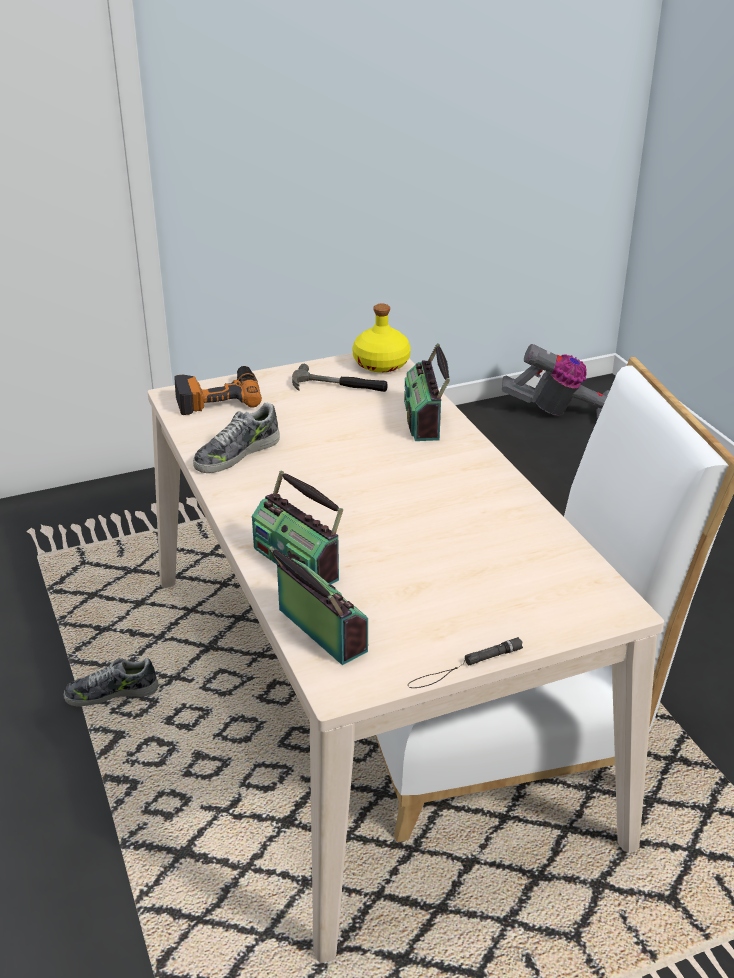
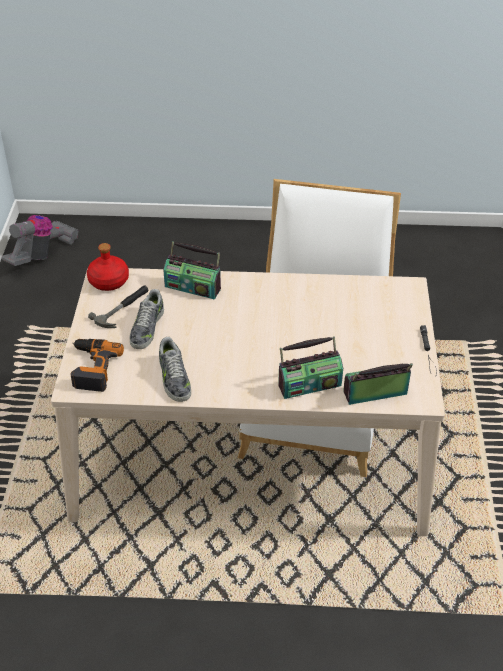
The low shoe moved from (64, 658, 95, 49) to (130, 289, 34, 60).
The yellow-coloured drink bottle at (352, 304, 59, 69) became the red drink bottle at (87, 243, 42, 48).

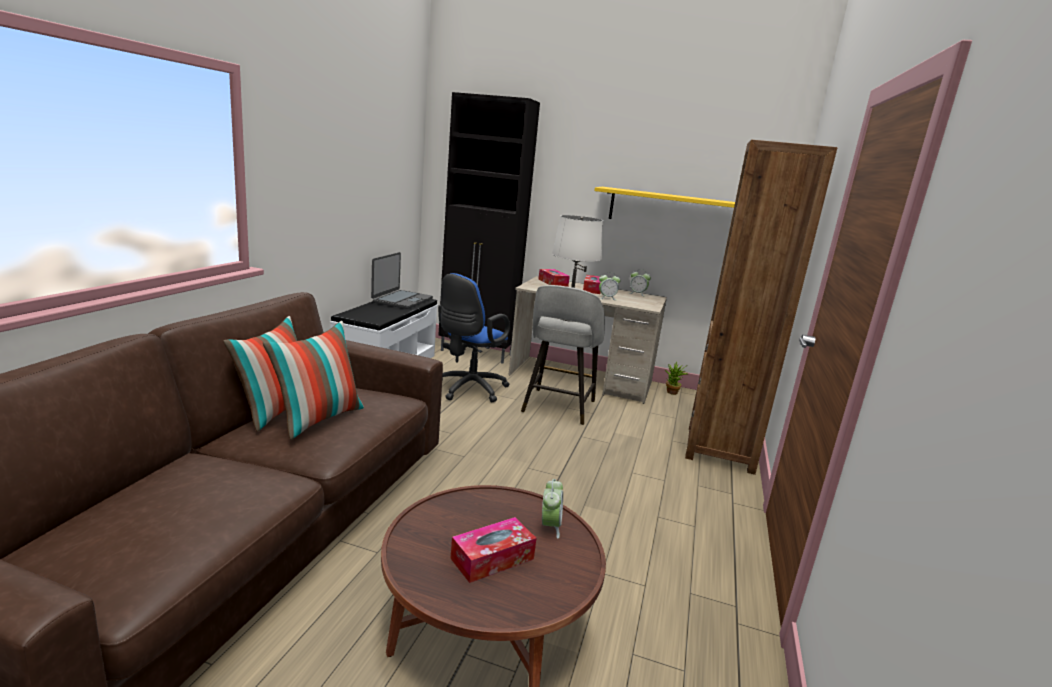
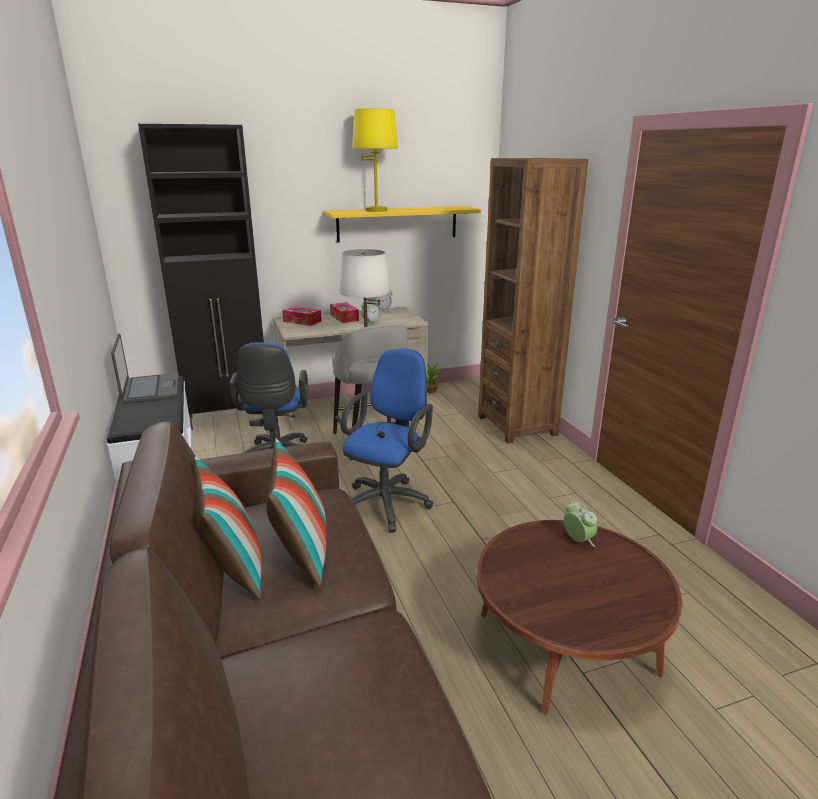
The tissue holder at (450, 517, 86, 66) disappeared.
The bluish desk chair at (340, 349, 93, 184) appeared.
The yellow-coloured lamp for a table at (352, 108, 46, 104) appeared.

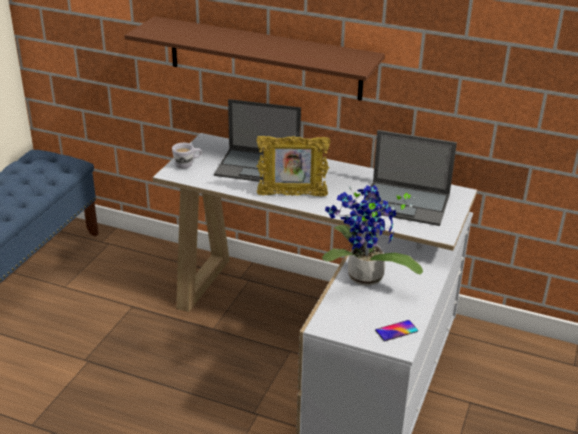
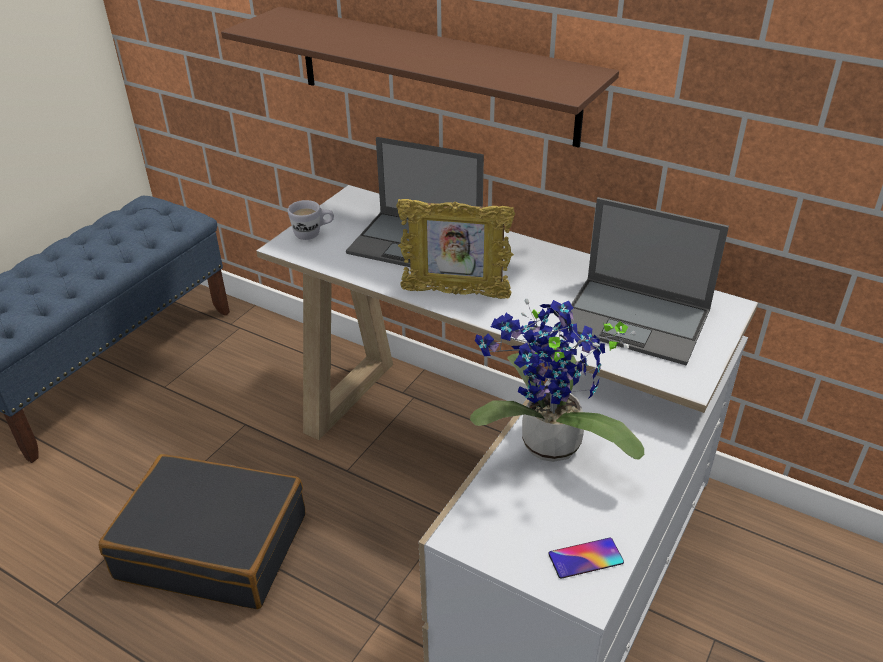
The black travel case at (99, 454, 206, 155) appeared.

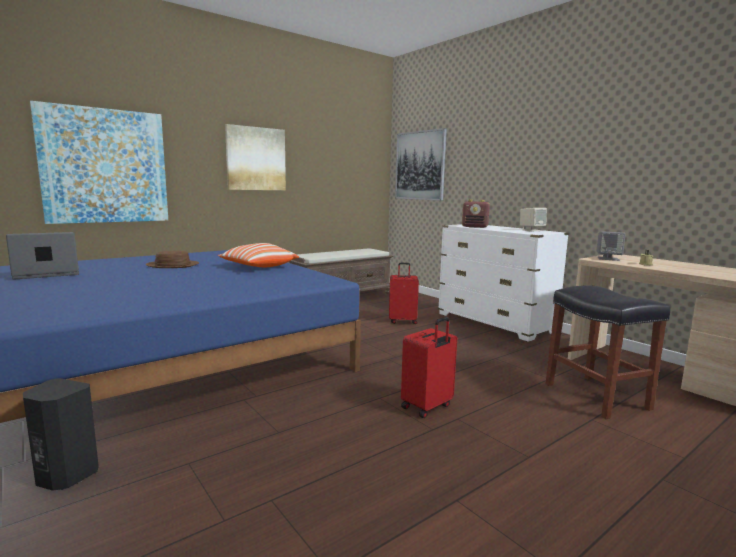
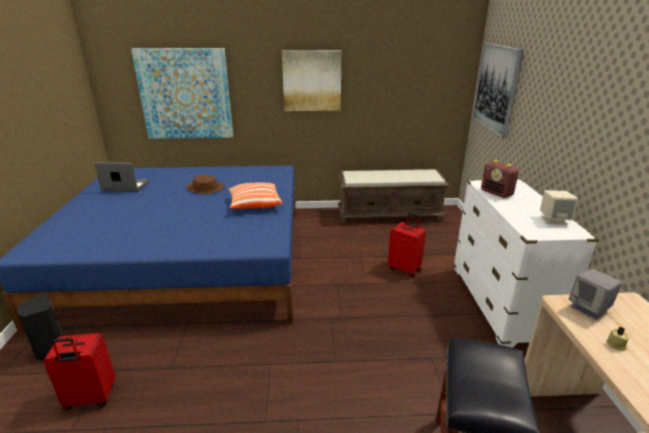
The red travel case moved from (401, 317, 56, 101) to (43, 333, 73, 78).

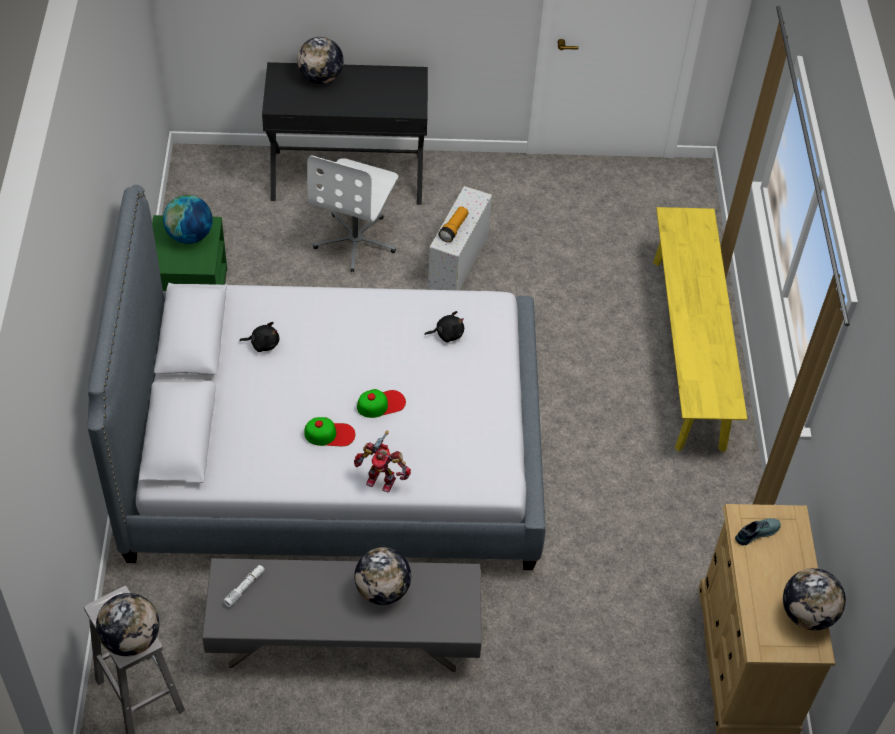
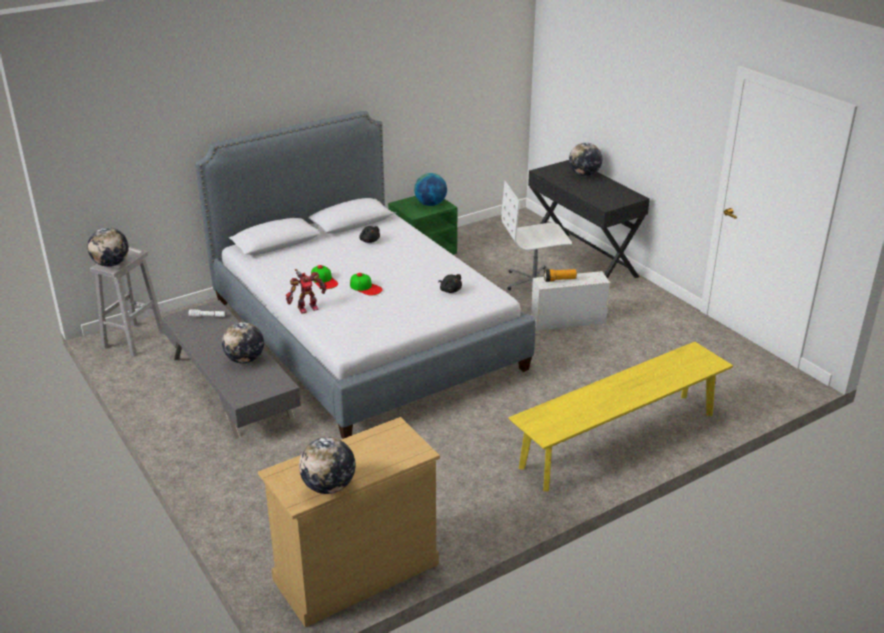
The model robot at (354, 430, 57, 62) turned 105 degrees counterclockwise.
The low shoe at (735, 518, 46, 28) disappeared.

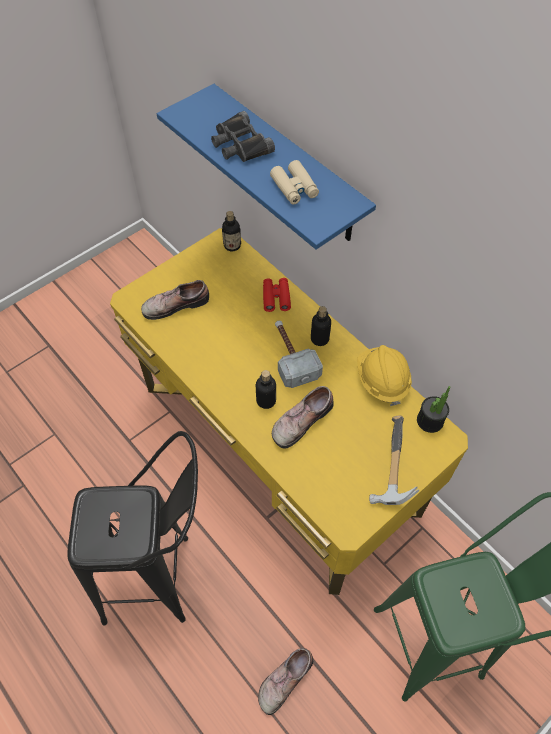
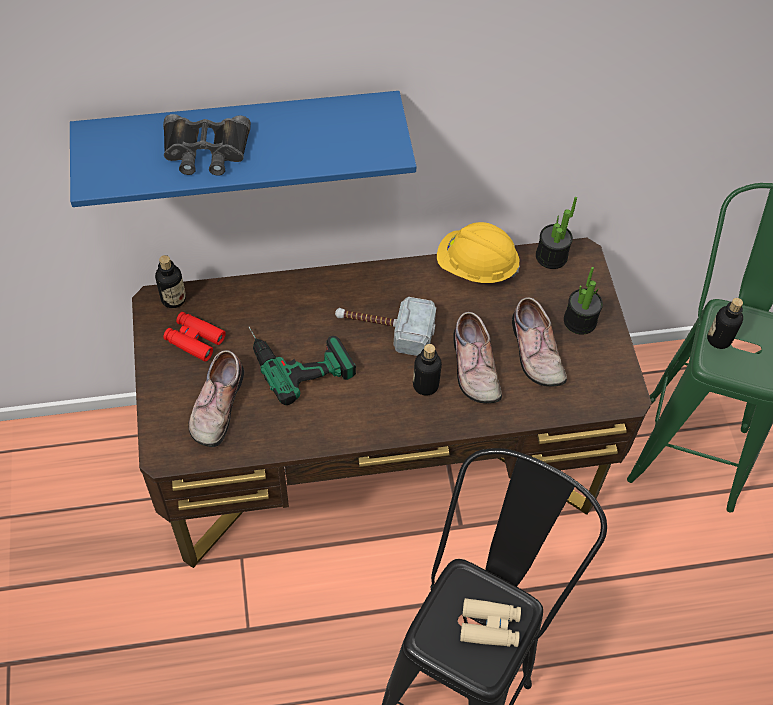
The yellow-coloured desk unit at (110, 228, 358, 367) became the brown desk unit at (132, 238, 520, 330).
The low shoe moved from (258, 648, 55, 67) to (512, 297, 55, 90).
The red pair of binoculars moved from (263, 278, 28, 34) to (163, 312, 63, 50).
The beige pair of binoculars moved from (270, 160, 49, 44) to (460, 598, 61, 49).
The drink bottle moved from (311, 306, 20, 40) to (707, 298, 36, 51).
The hand hammer at (369, 415, 50, 90) was replaced by the plant in a pot at (564, 267, 39, 68).
The power drill at (249, 327, 107, 78) appeared.

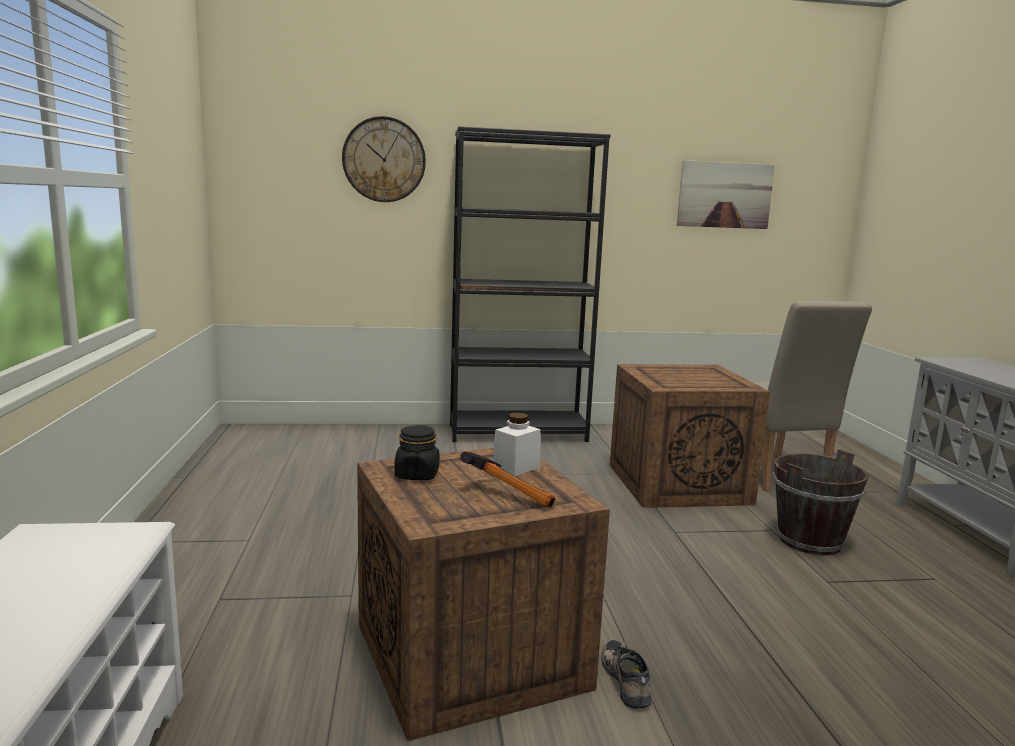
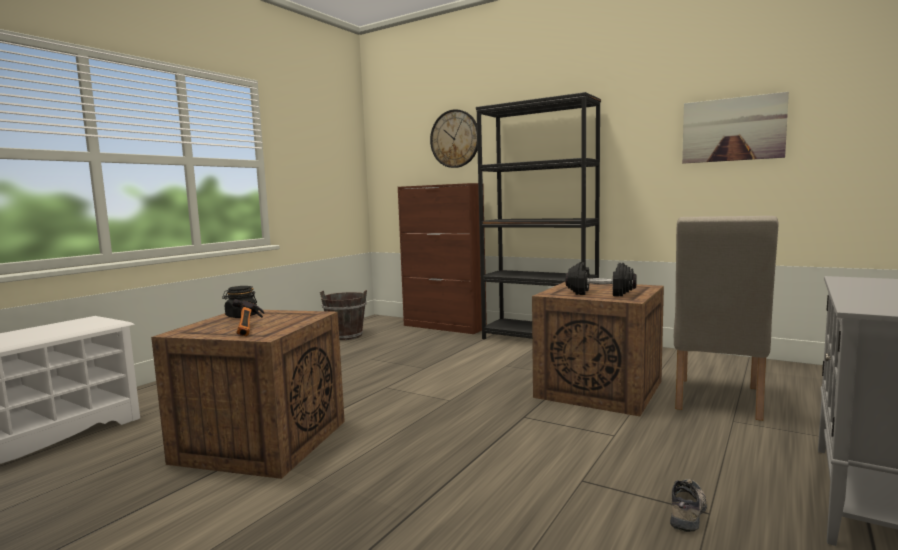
The white-coloured jar at (493, 413, 47, 63) disappeared.
The low shoe moved from (601, 639, 51, 70) to (670, 479, 37, 53).
The brown water bucket moved from (773, 449, 96, 106) to (320, 290, 47, 50).
The brown storage cabinet at (398, 183, 89, 151) appeared.
The black hand weight at (565, 262, 72, 34) appeared.

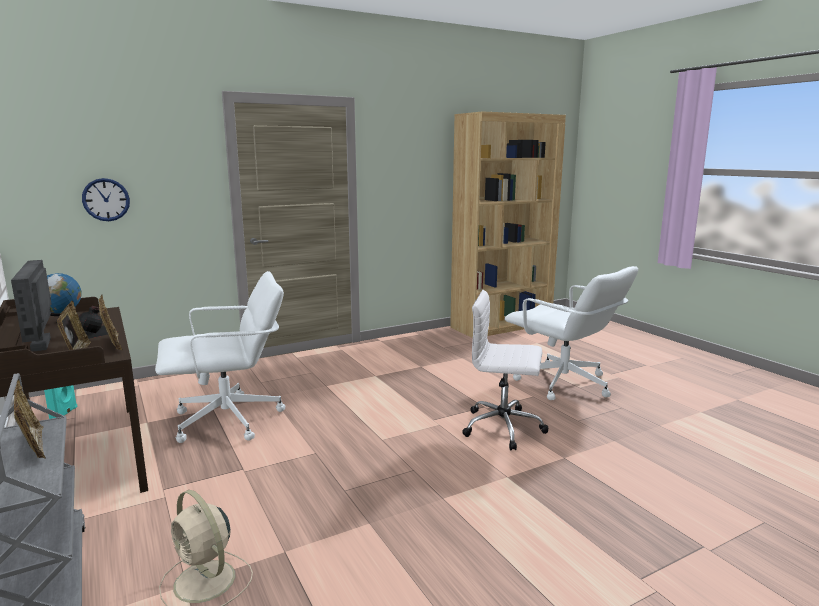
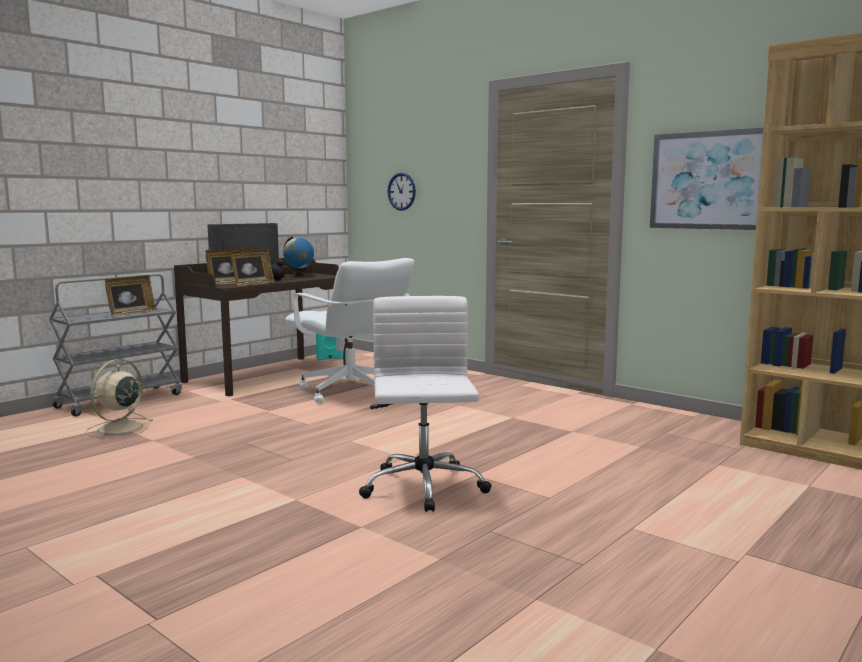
The white-coloured desk chair at (505, 266, 133, 134) disappeared.
The picture at (650, 127, 114, 103) appeared.

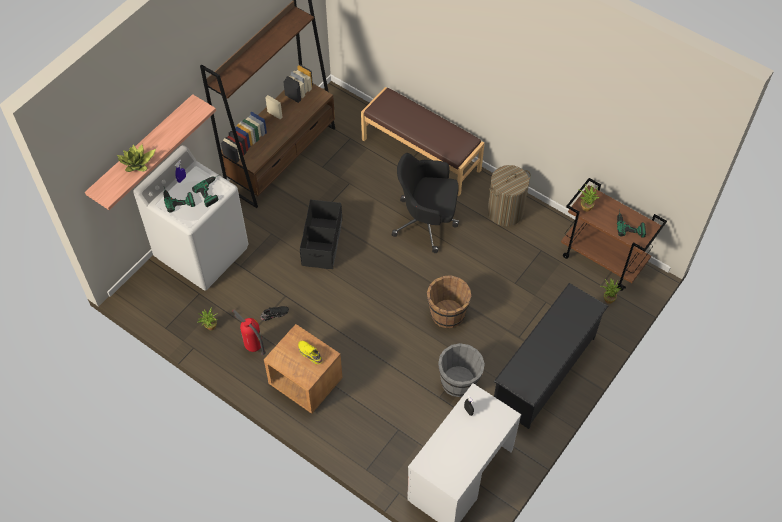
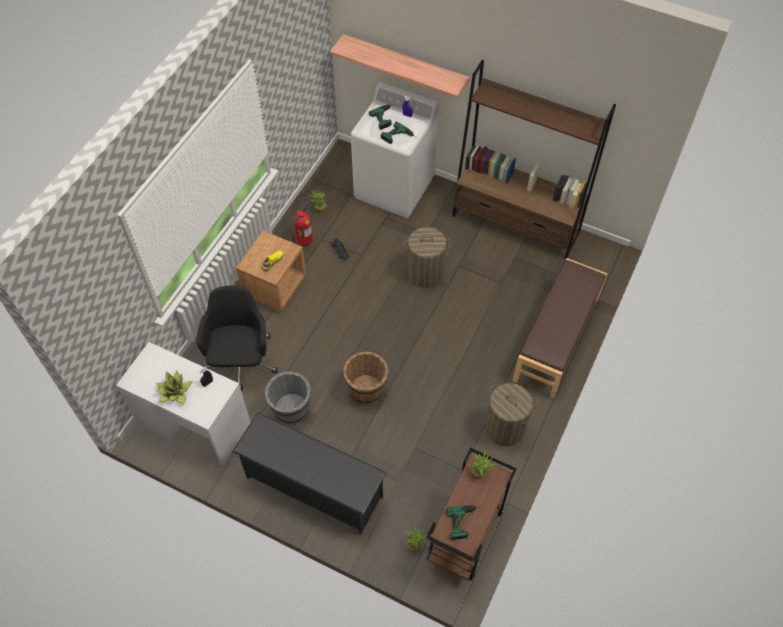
The plant in a pot moved from (117, 144, 39, 28) to (156, 370, 36, 33).
The black storage bin at (300, 200, 42, 69) was replaced by the washing basket at (404, 227, 47, 61).
The black desk chair moved from (392, 153, 67, 100) to (196, 285, 82, 106).

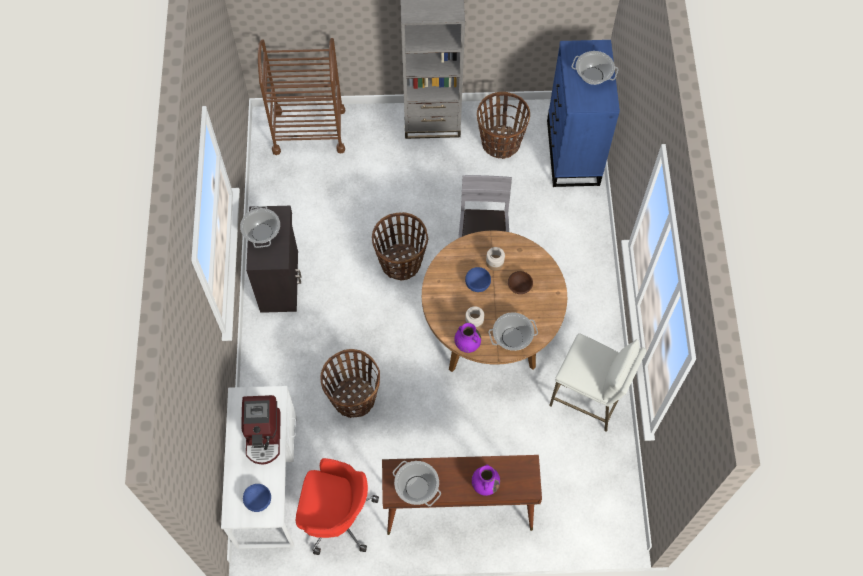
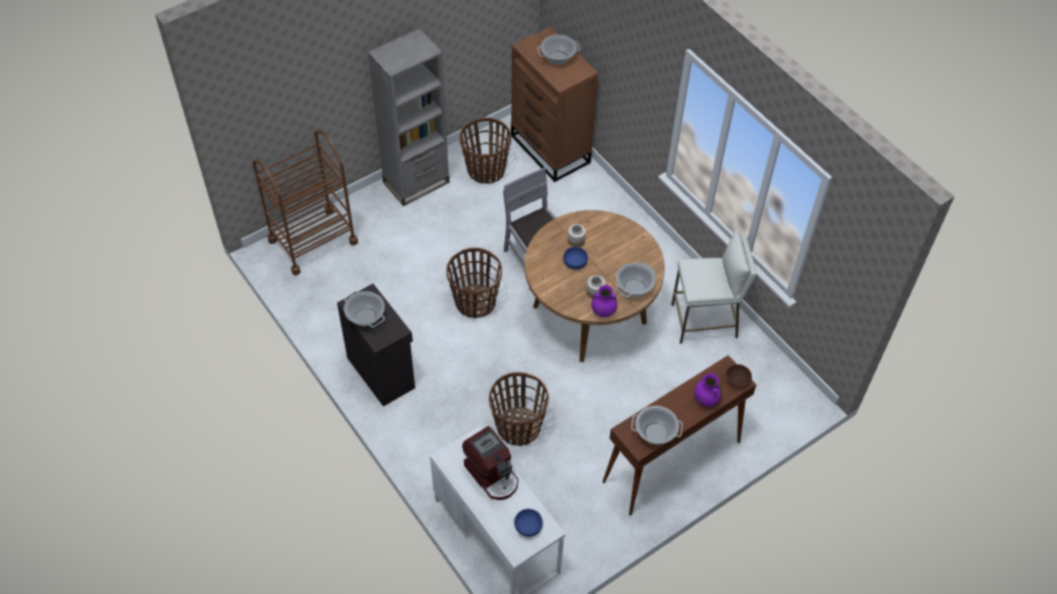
The red desk chair at (296, 458, 83, 97) disappeared.
The brown deep dish moved from (508, 271, 25, 23) to (725, 364, 27, 24).
The bluish chest of drawers at (547, 40, 73, 147) became the brown chest of drawers at (511, 27, 87, 155).

